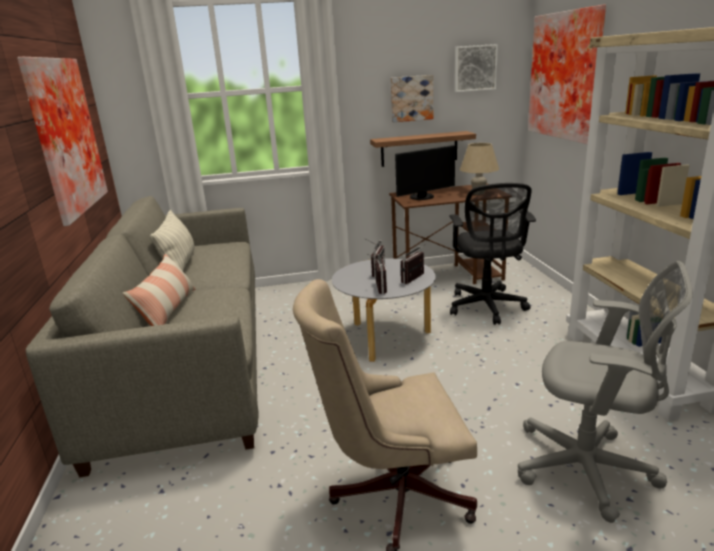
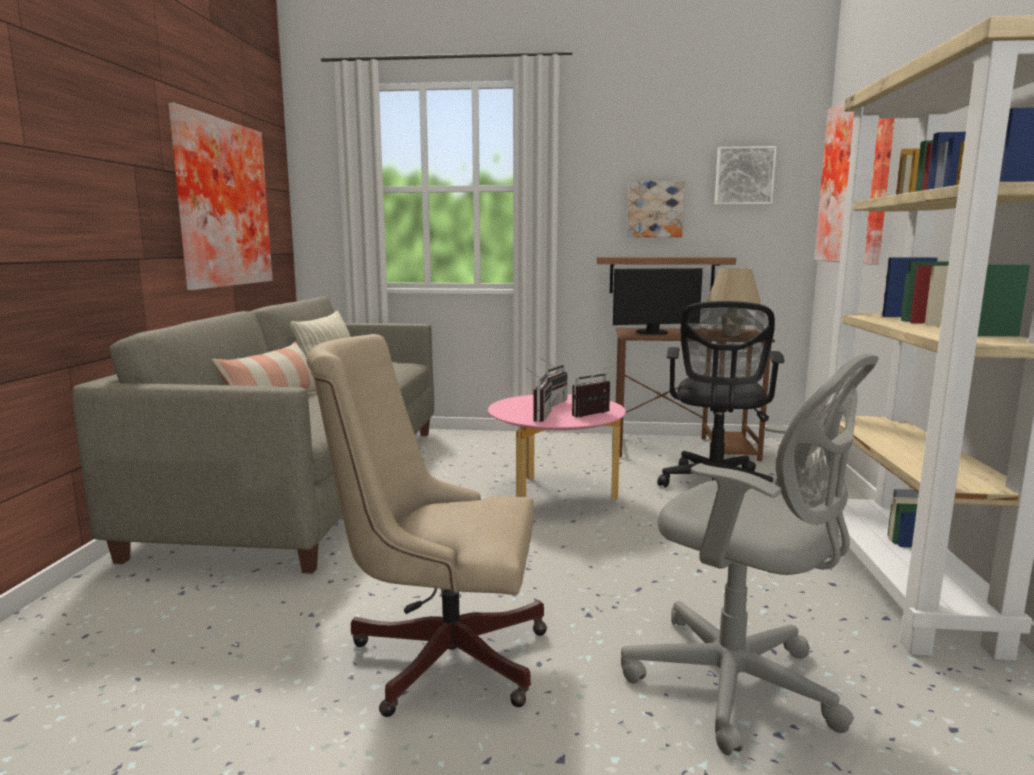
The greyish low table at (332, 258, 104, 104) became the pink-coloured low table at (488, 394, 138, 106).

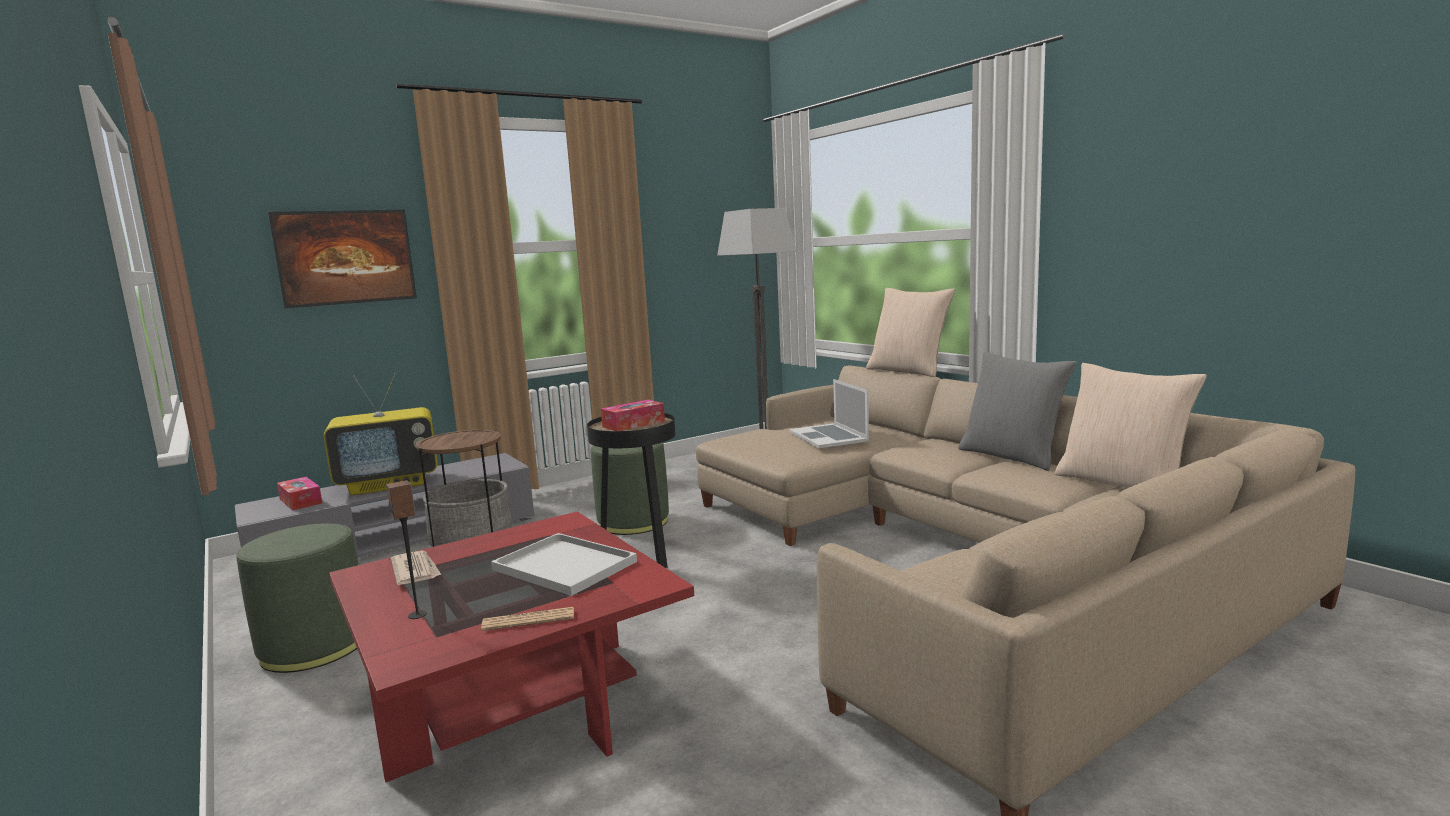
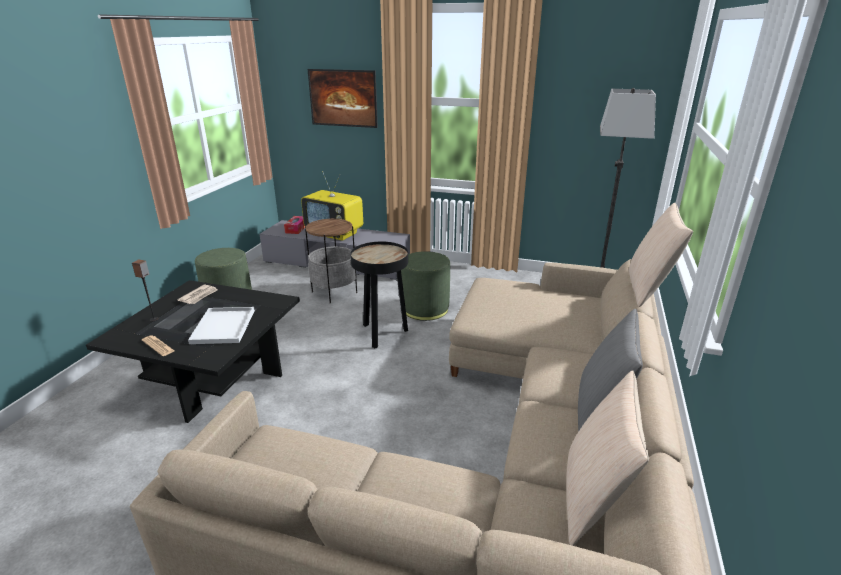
The red low table at (329, 511, 365, 271) became the black low table at (86, 280, 214, 143).
The tissue holder at (601, 400, 64, 31) disappeared.
The portable computer at (789, 379, 80, 69) disappeared.

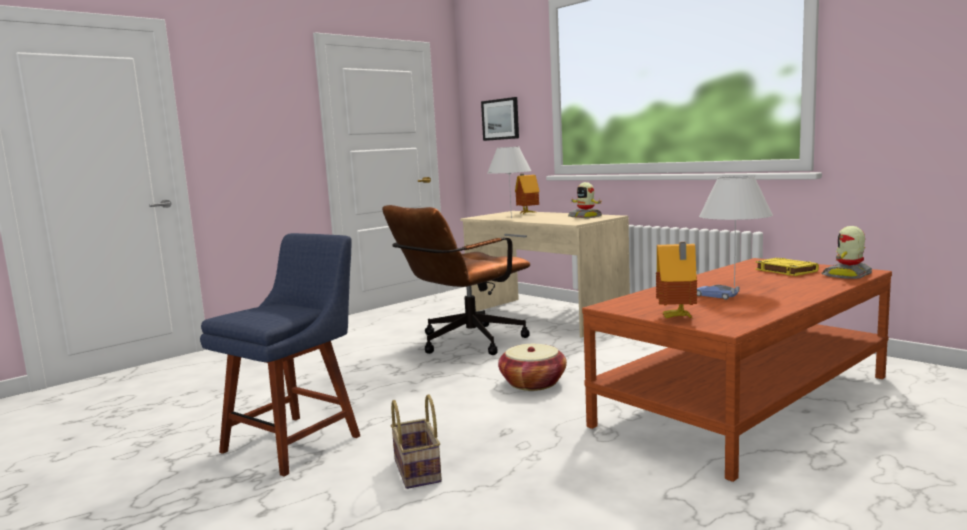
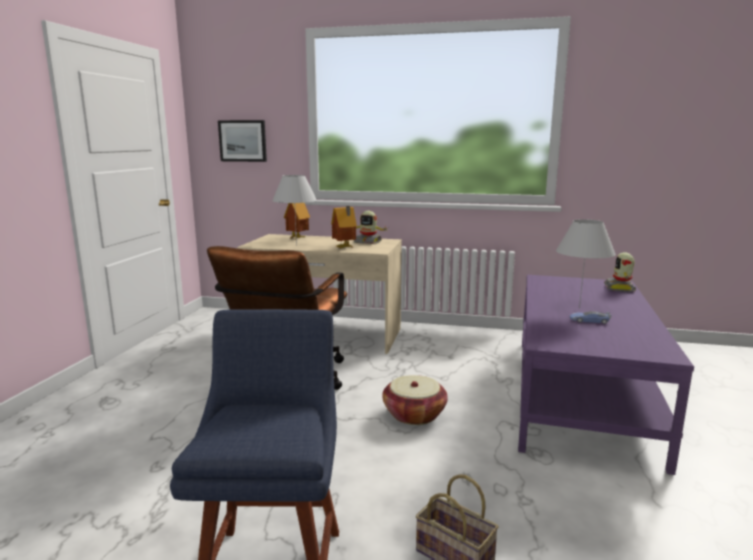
The brown low table at (582, 258, 310, 224) became the purplish low table at (518, 275, 176, 200).
The toy house moved from (656, 242, 41, 76) to (331, 206, 26, 42).
The yellow-coloured book at (755, 258, 64, 18) disappeared.

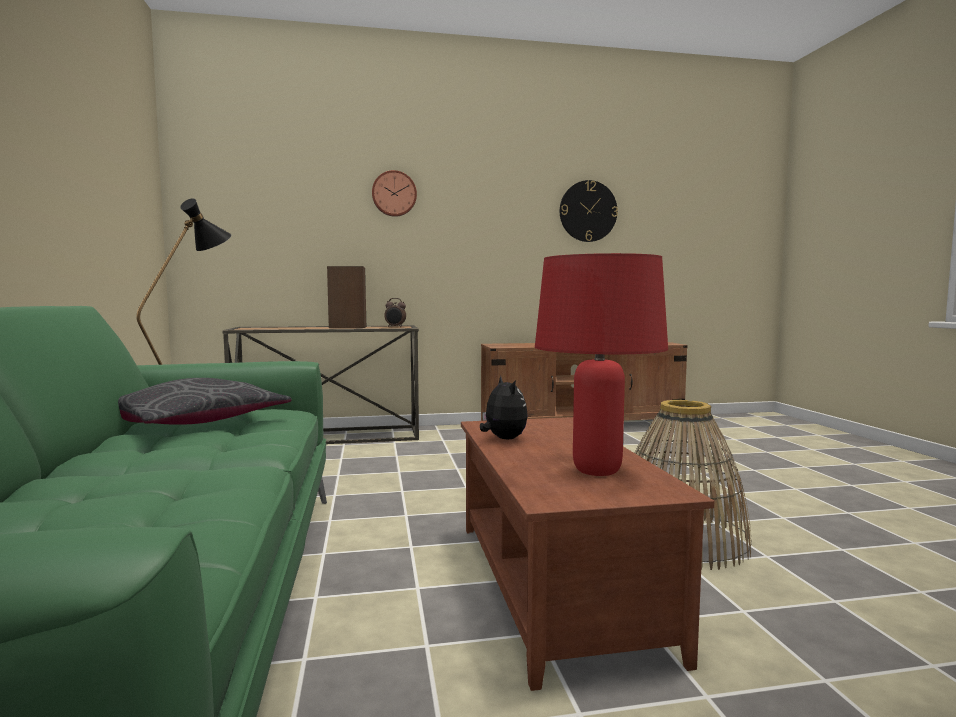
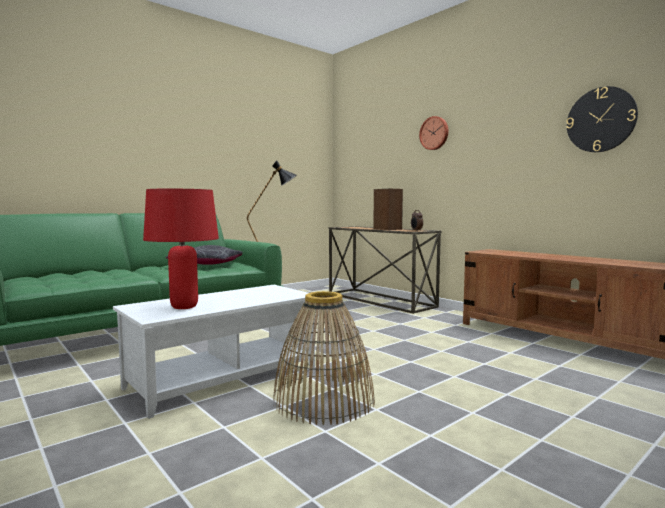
The brown low table at (461, 417, 253, 274) became the white-coloured low table at (113, 285, 202, 134).
The cuddly toy at (480, 376, 48, 63) disappeared.

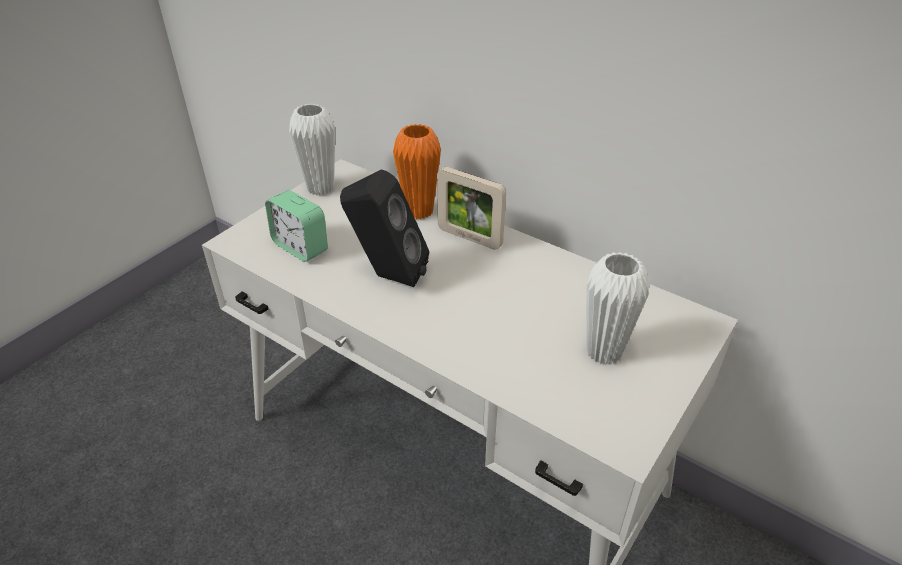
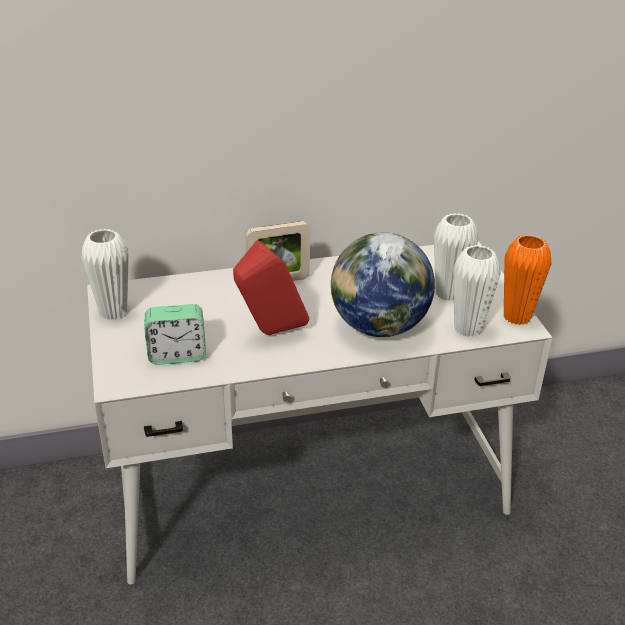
The black loudspeaker at (340, 170, 89, 117) became the red loudspeaker at (233, 240, 76, 95).
The orangey decorative vase moved from (393, 124, 48, 95) to (504, 235, 47, 90).
The globe at (331, 232, 104, 105) appeared.
The white-coloured decorative vase at (453, 245, 48, 92) appeared.

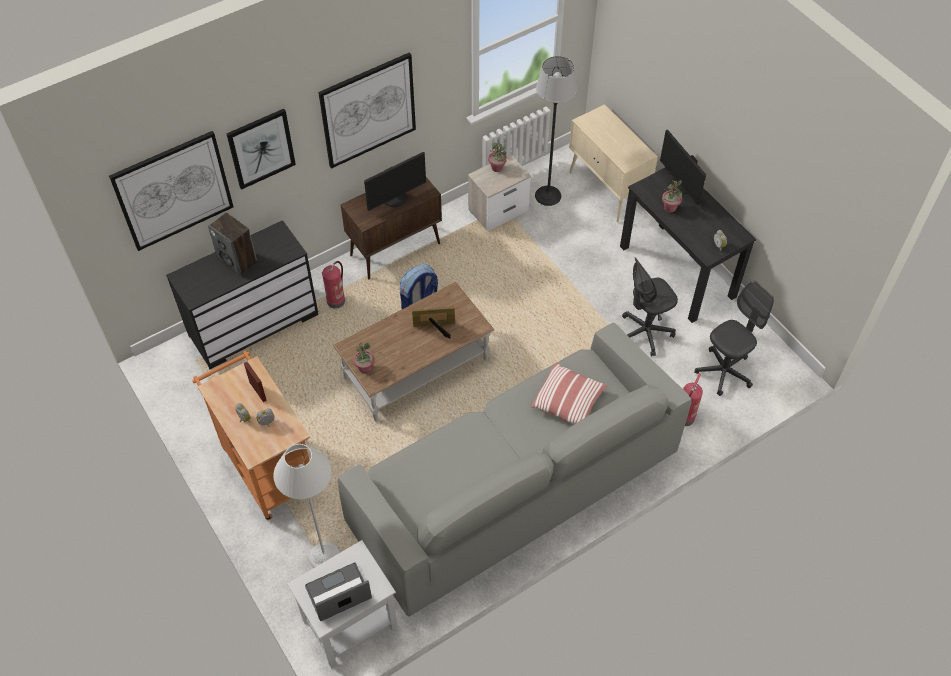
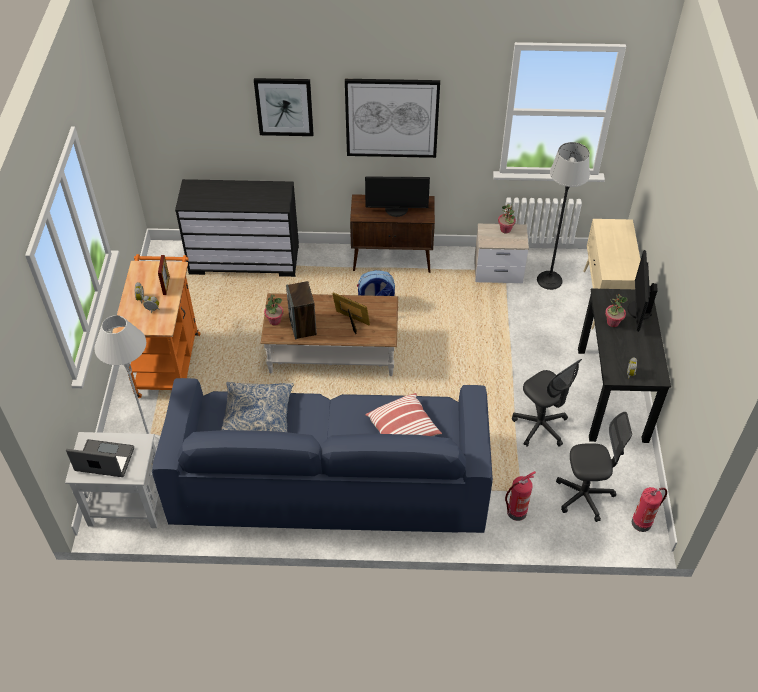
The picture at (109, 131, 124, 120) disappeared.
The loudspeaker moved from (208, 212, 49, 64) to (286, 281, 31, 58).
The fire-fighting cylinder moved from (322, 261, 23, 48) to (632, 487, 35, 45).
The greyish sofa at (338, 323, 354, 294) became the bluish sofa at (152, 378, 341, 155).
The greyish desk chair at (622, 258, 56, 98) turned 135 degrees counterclockwise.
The throw pillow at (221, 382, 72, 50) appeared.

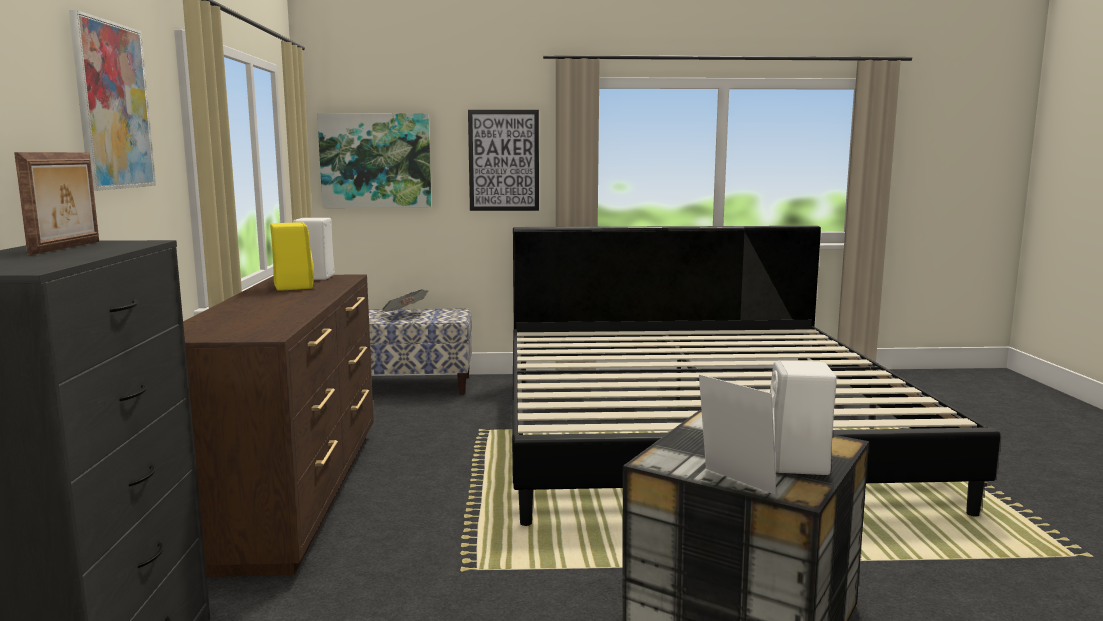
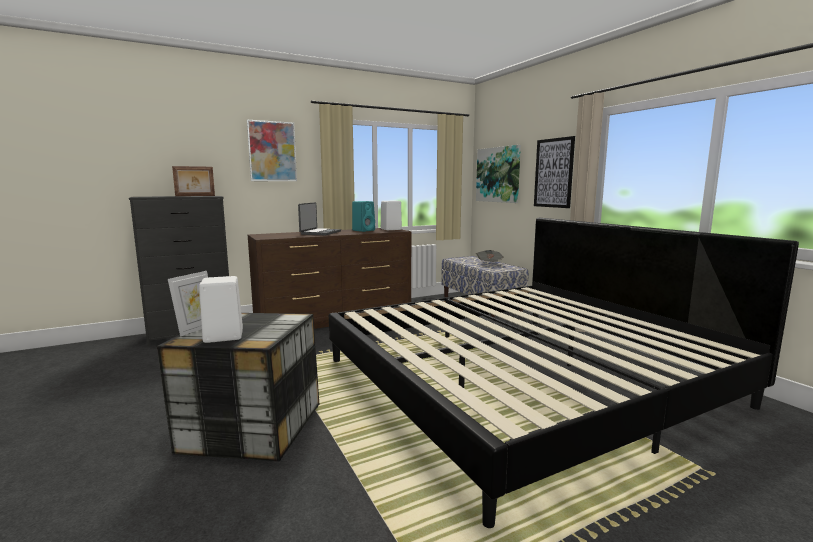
The yellow-coloured loudspeaker at (270, 222, 44, 69) became the blue-green loudspeaker at (352, 201, 23, 31).
The portable computer at (298, 202, 43, 33) appeared.

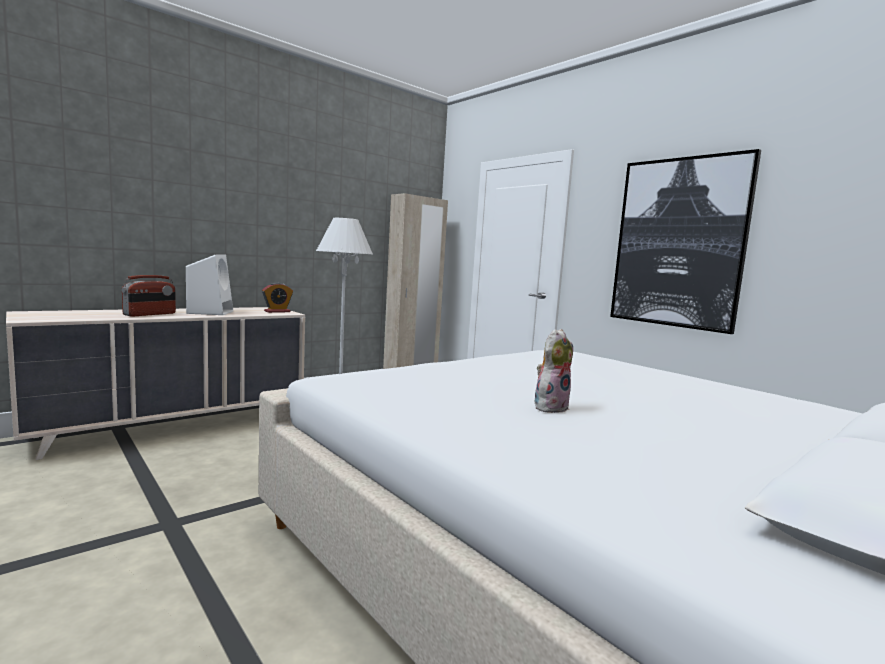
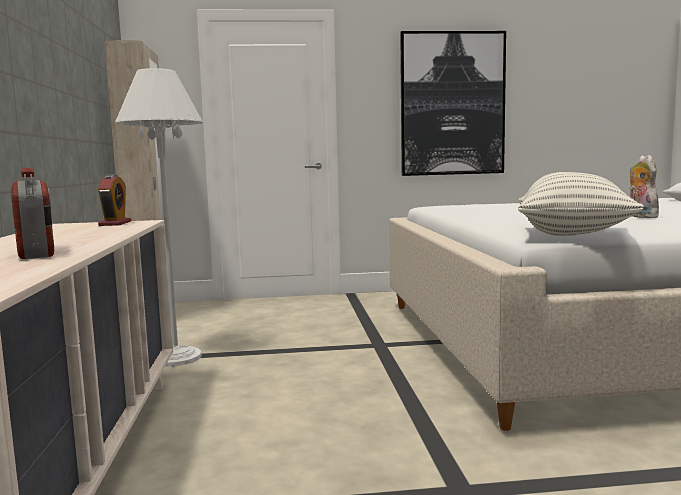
The white-coloured loudspeaker at (186, 254, 47, 61) disappeared.
The throw pillow at (518, 172, 126, 64) appeared.

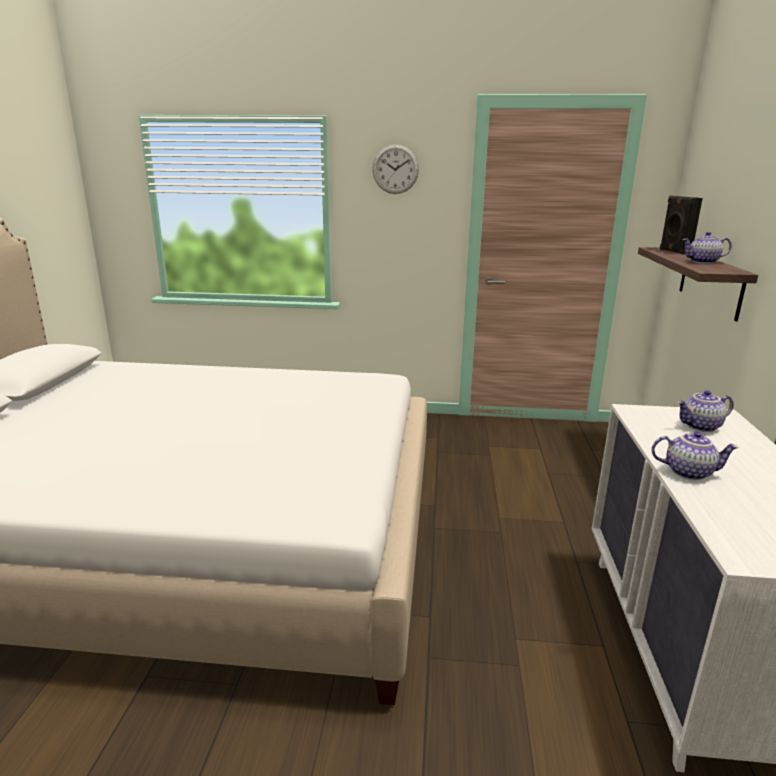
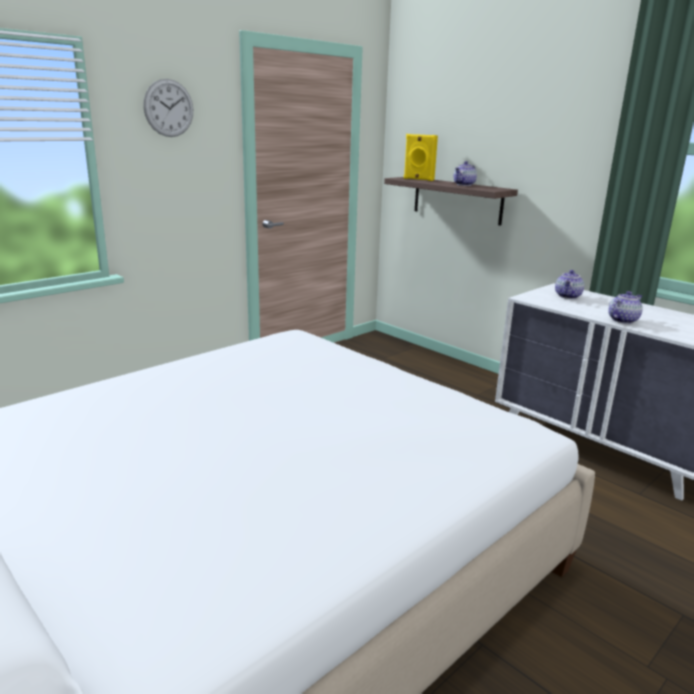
The black loudspeaker at (660, 196, 43, 59) became the yellow-coloured loudspeaker at (404, 134, 34, 47).

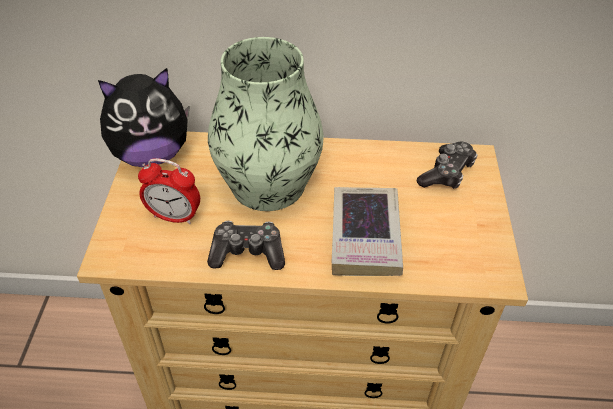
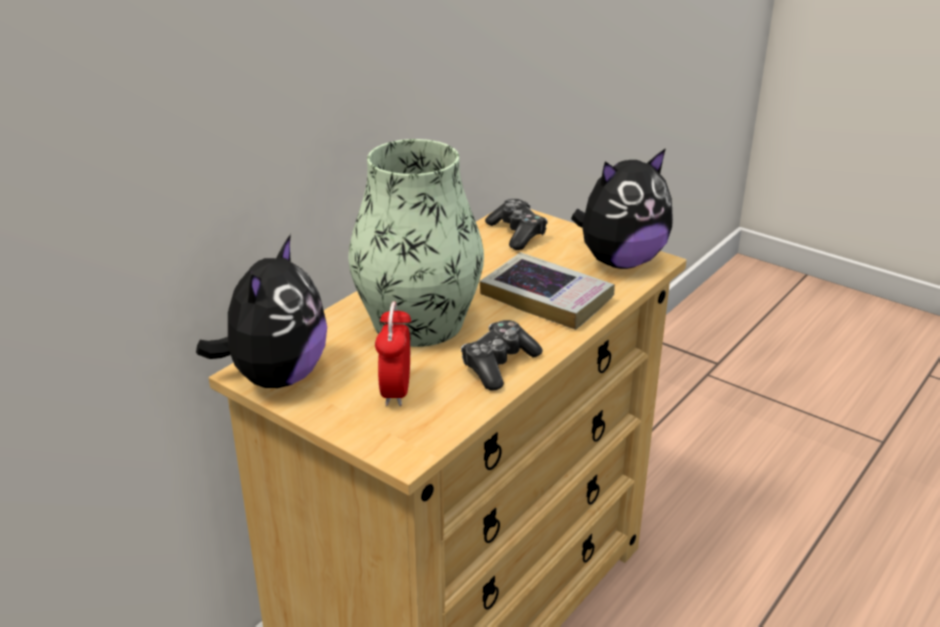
The alarm clock at (138, 158, 62, 66) turned 135 degrees clockwise.
The cuddly toy at (571, 148, 102, 121) appeared.

